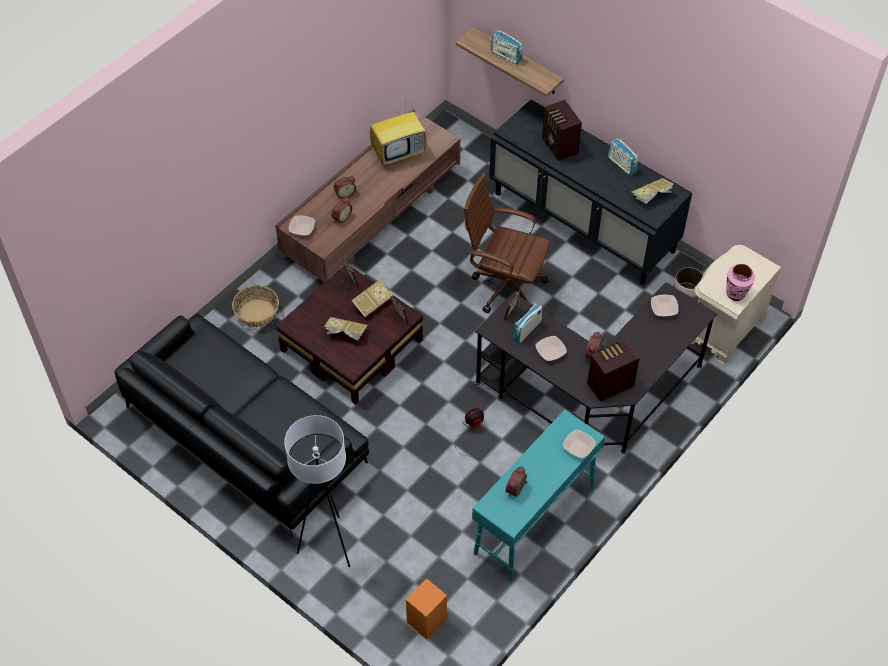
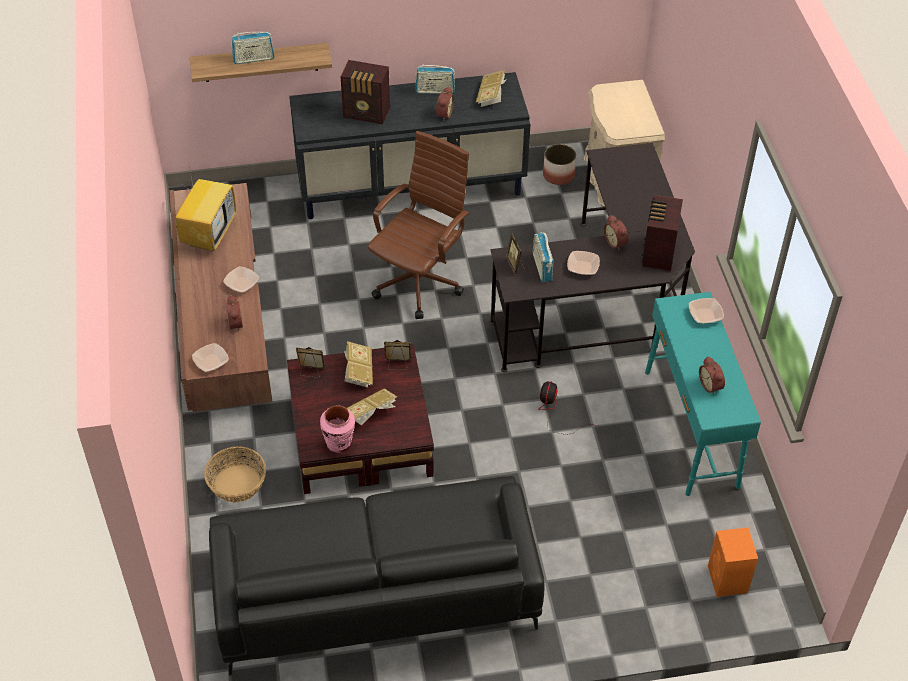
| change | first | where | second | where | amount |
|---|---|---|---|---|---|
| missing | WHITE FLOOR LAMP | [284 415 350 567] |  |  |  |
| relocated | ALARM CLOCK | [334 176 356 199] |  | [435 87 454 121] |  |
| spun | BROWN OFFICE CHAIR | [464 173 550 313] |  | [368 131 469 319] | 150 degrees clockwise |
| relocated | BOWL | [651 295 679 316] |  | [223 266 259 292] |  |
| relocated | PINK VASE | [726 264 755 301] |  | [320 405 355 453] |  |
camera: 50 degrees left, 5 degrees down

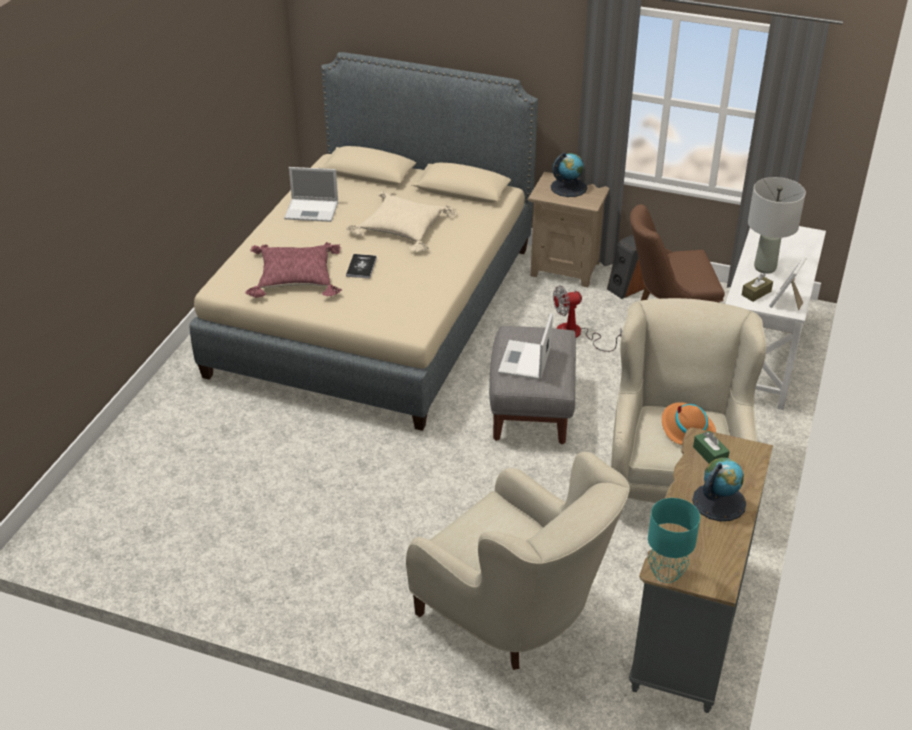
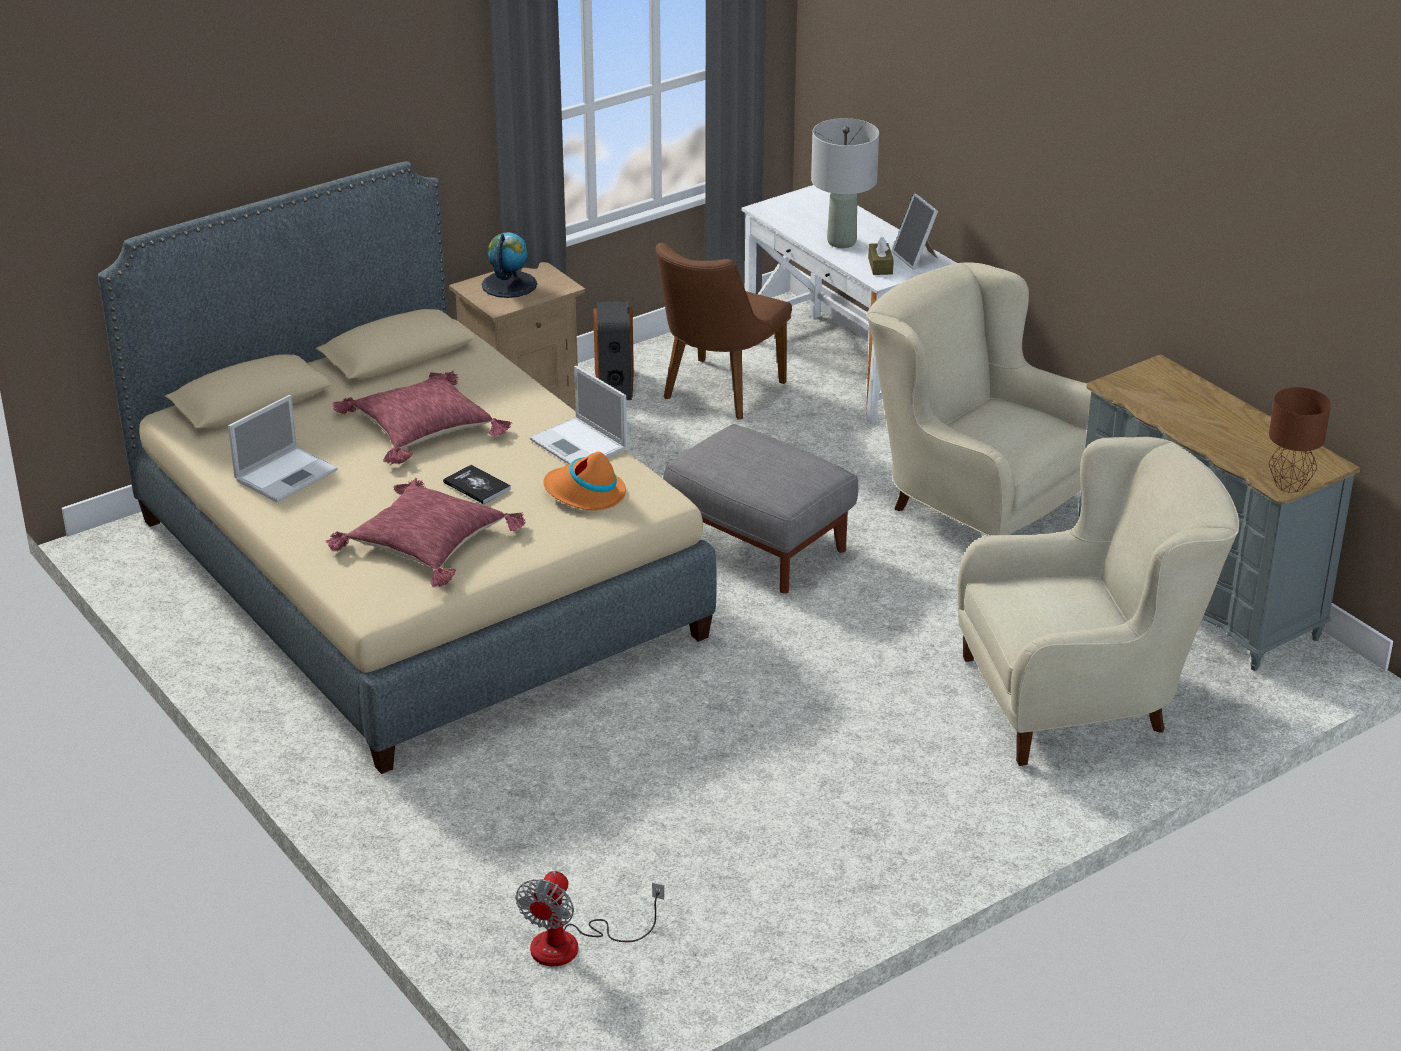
| change | first | where | second | where | amount |
|---|---|---|---|---|---|
| colour | BEIGE PILLOW | [346 191 457 252] | RED PILLOW | [333 371 512 464] |  |
| relocated | LAPTOP | [498 313 553 380] |  | [529 366 627 464] |  |
| relocated | FAN | [553 285 622 352] |  | [515 871 664 966] |  |
| colour | TURQUOISE TABLE LAMP | [648 498 700 583] | BROWN TABLE LAMP | [1269 387 1331 492] |  |
| relocated | ORANGE HAT | [662 402 716 445] |  | [543 452 626 510] |  |
| missing | GLOBE | [692 458 746 521] |  |  |  |
| missing | GREEN TISSUE BOX | [693 431 730 464] |  |  |  |
camera: 55 degrees left, 5 degrees down

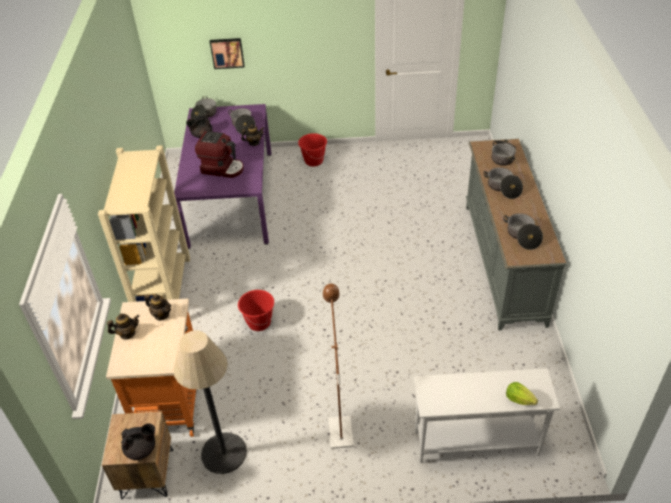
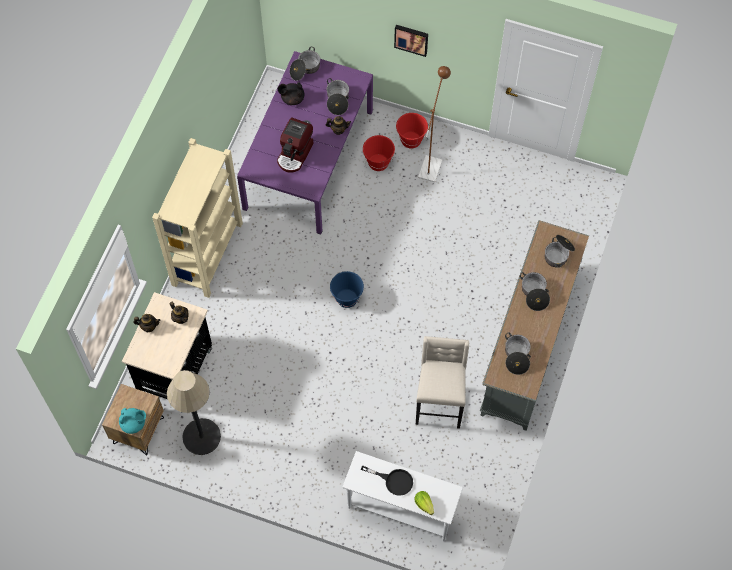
| change | first | where | second | where | amount |
|---|---|---|---|---|---|
| colour | ORANGE CART | [106 299 196 437] | BLACK CART | [122 292 213 413] |  |
| colour | BLACK TEAPOT | [121 423 155 460] | TURQUOISE TEAPOT | [119 408 146 434] |  |
| spun | COFFEE MACHINE | [195 131 244 178] |  | [277 117 313 173] | 75 degrees clockwise |
| relocated | PICTURE | [210 38 245 69] |  | [394 25 428 57] |  |
| relocated | RED BUCKET | [238 290 274 331] |  | [363 135 395 171] |  |
| relocated | BROWN FLOOR LAMP | [323 284 354 449] |  | [418 66 451 182] |  |
| appeared |  |  | BLUE BUCKET | [330 271 364 308] |  |
| appeared |  |  | BLACK FRYING PAN | [361 465 413 496] |  |
| appeared |  |  | BEIGE STOOL | [416 336 469 429] |  |
camera: 20 degrees right, 20 degrees up

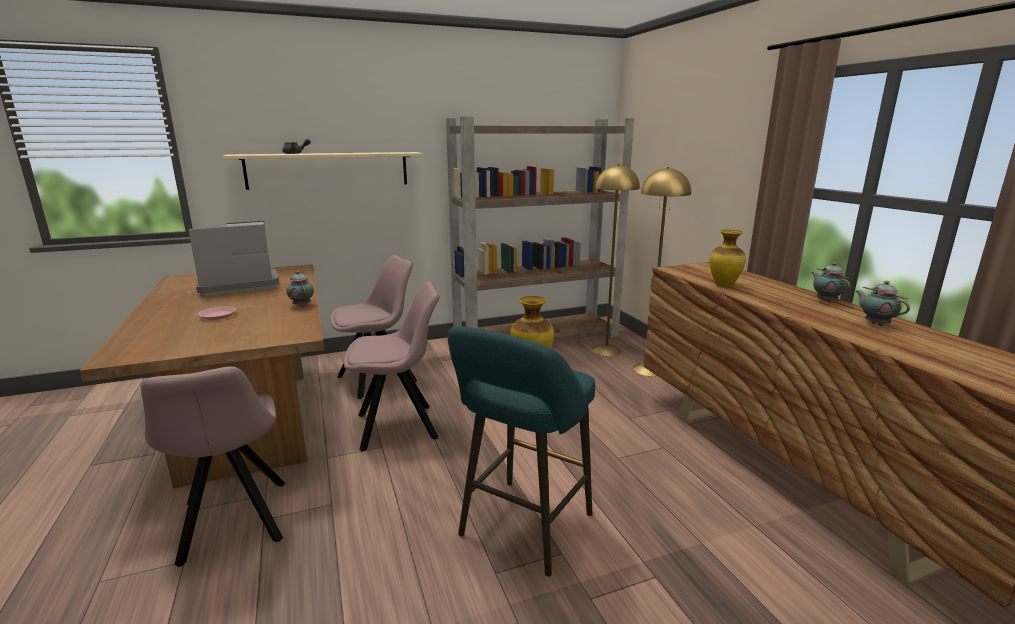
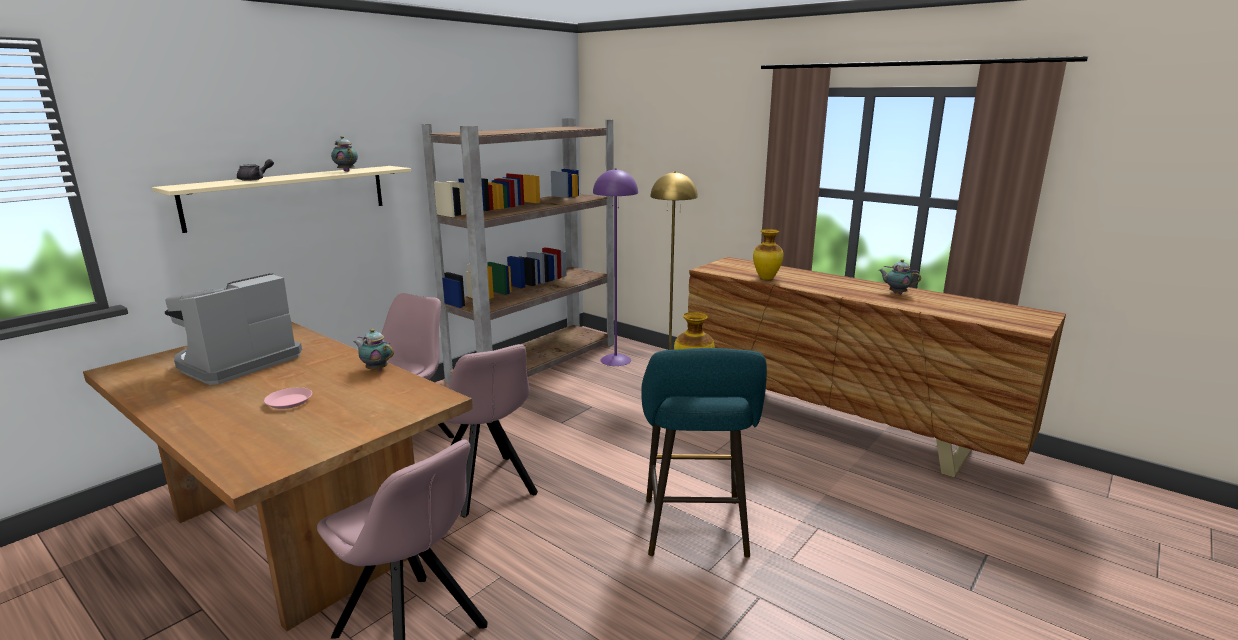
| change | first | where | second | where | amount |
|---|---|---|---|---|---|
| spun | PINK CHAIR | [344 282 440 451] |  | [445 344 538 517] | 105 degrees clockwise |
| colour | YELLOW FLOOR LAMP | [592 164 640 356] | PURPLE FLOOR LAMP | [593 168 638 366] |  |
| relocated | TEAPOT | [811 262 850 303] |  | [331 136 358 172] |  |
camera: 30 degrees left, 0 degrees up

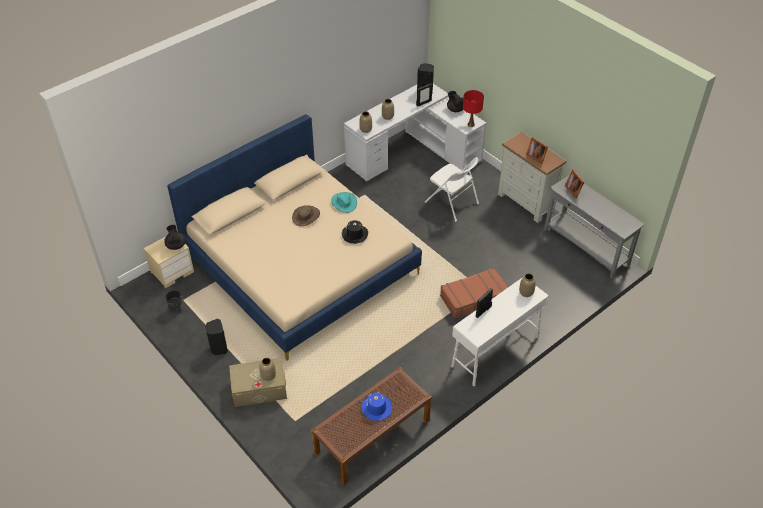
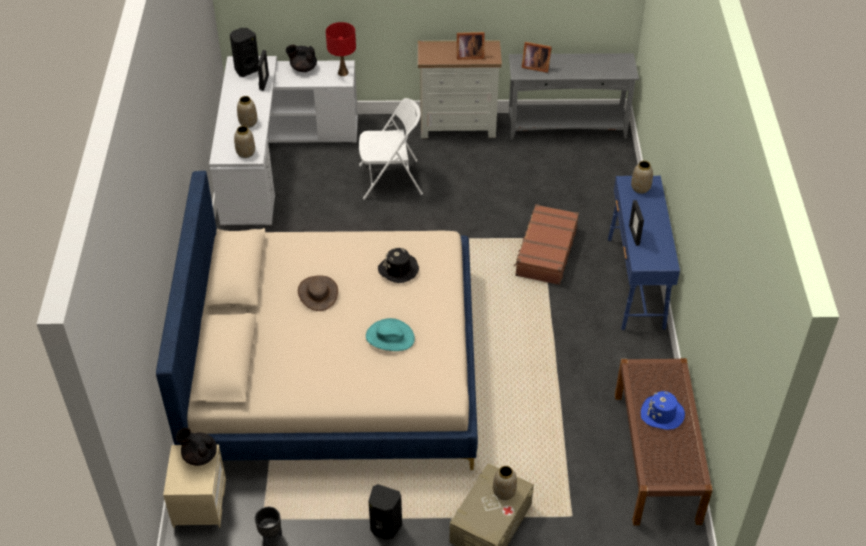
| change | first | where | second | where | amount |
|---|---|---|---|---|---|
| relocated | TURQUOISE HAT | [331 192 357 213] |  | [366 318 415 351] |  |
| colour | WHITE CONSOLE TABLE | [451 277 549 386] | BLUE CONSOLE TABLE | [608 176 680 330] |  |
camera: 50 degrees left, 0 degrees up

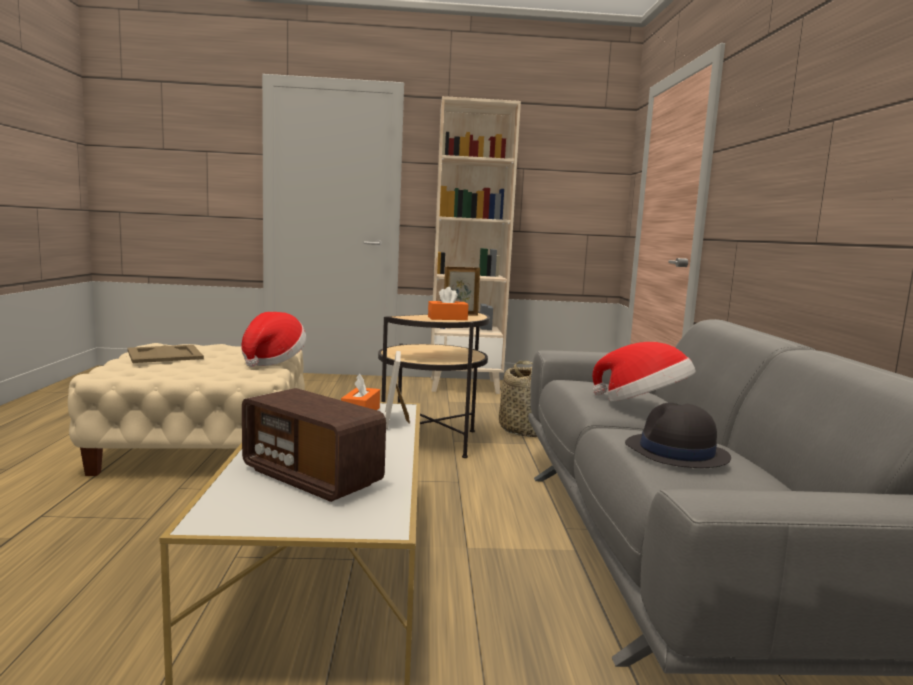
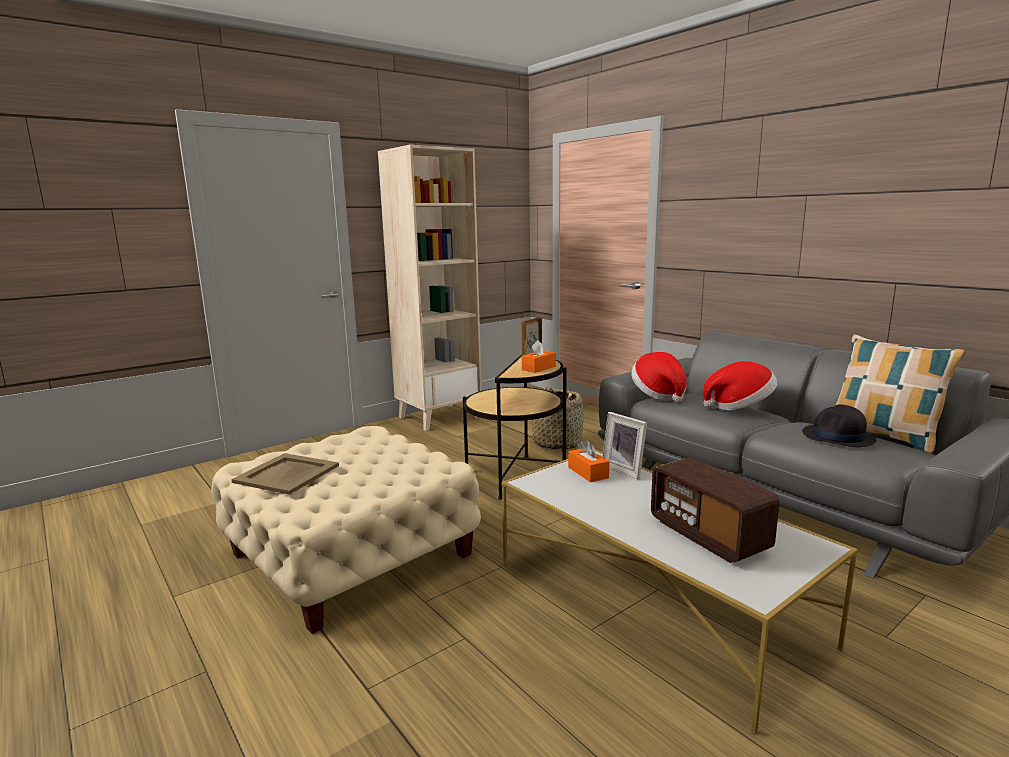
| change | first | where | second | where | amount |
|---|---|---|---|---|---|
| relocated | HAT | [241 312 306 367] |  | [631 352 687 403] |  |
| spun | RADIO | [242 388 386 502] |  | [651 457 779 563] | 60 degrees clockwise |
| appeared |  |  | PILLOW | [836 335 965 453] |  |
camera: 35 degrees left, 5 degrees up

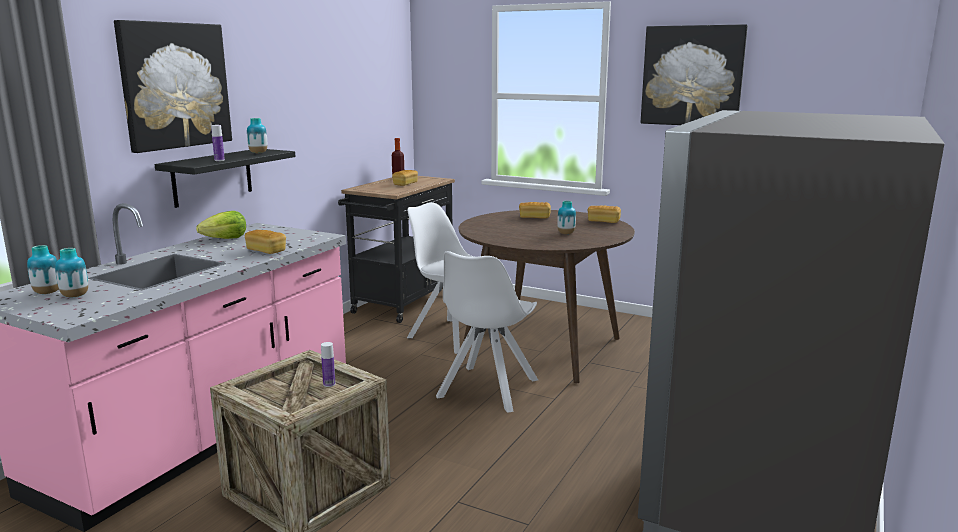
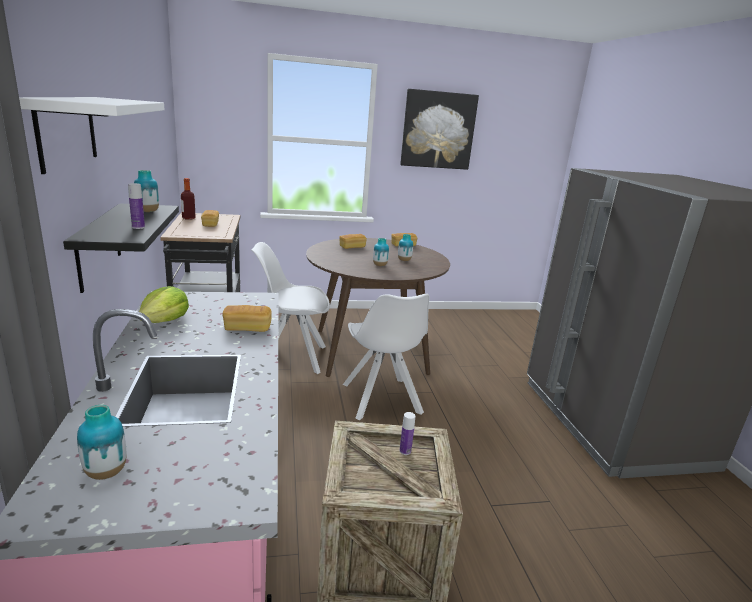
| change | first | where | second | where | amount |
|---|---|---|---|---|---|
| relocated | VASE | [55 248 88 297] |  | [373 238 389 266] |  |
| exchanged | PICTURE | [114 20 232 153] | WHITE SHELF | [19 97 165 174] |  |
camera: 40 degrees left, 5 degrees up

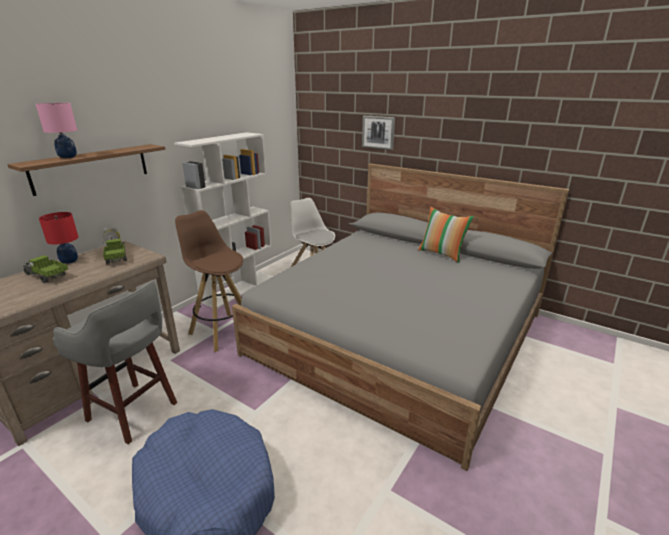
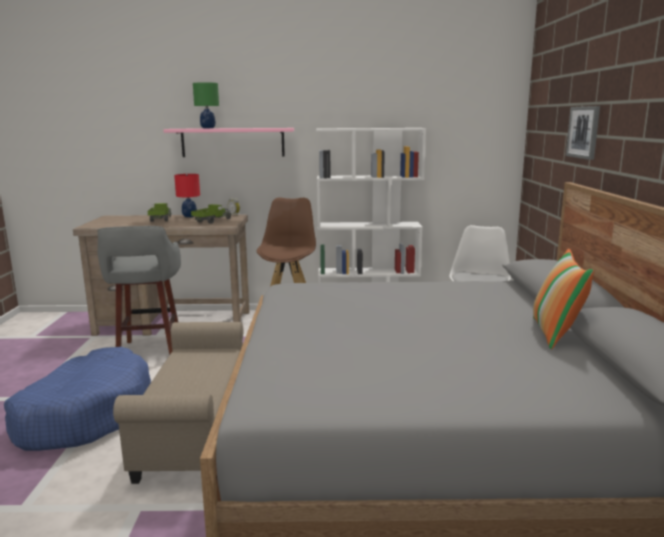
| change | first | where | second | where | amount |
|---|---|---|---|---|---|
| colour | BROWN SHELF | [7 144 166 196] | PINK SHELF | [163 128 294 157] |  |
| colour | PINK TABLE LAMP | [36 103 77 158] | GREEN TABLE LAMP | [193 82 219 128] |  |
| appeared |  |  | BEIGE OTTOMAN | [113 322 243 484] |  |
camera: 55 degrees right, 10 degrees down

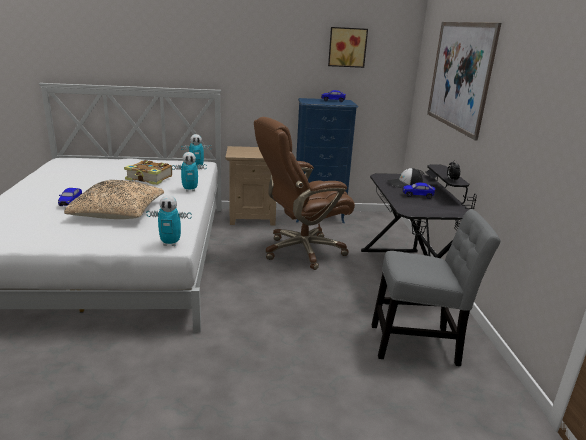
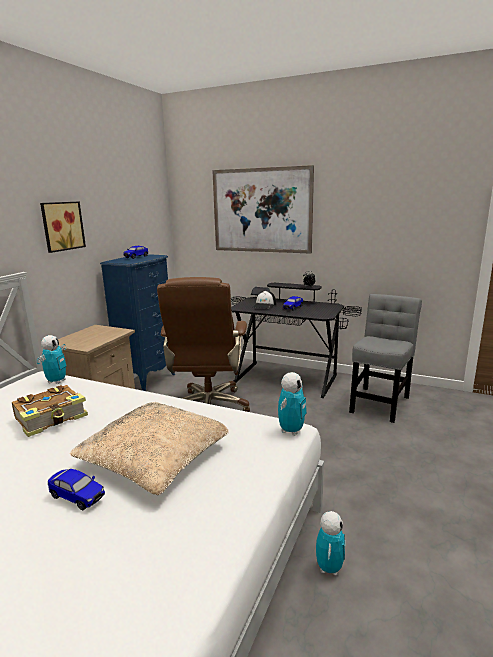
| change | first | where | second | where | amount |
|---|---|---|---|---|---|
| relocated | TOY ROBOT | [172 152 207 192] |  | [316 511 345 575] |  |
| relocated | PICTURE | [328 27 368 68] |  | [40 202 86 253] |  |
camera: 60 degrees left, 5 degrees down

